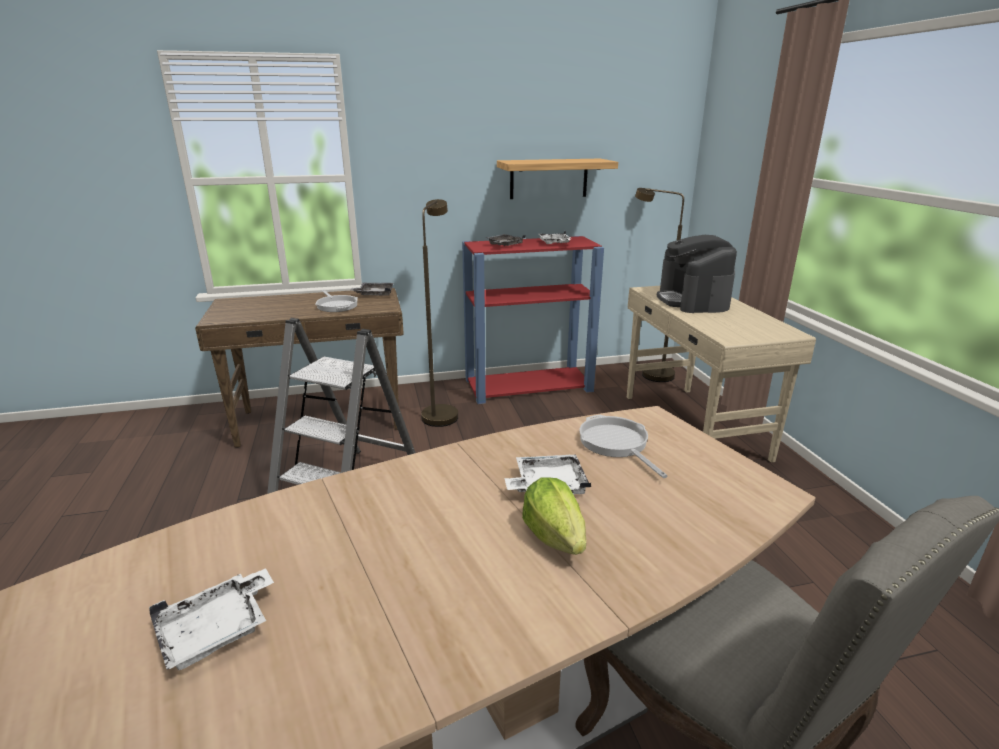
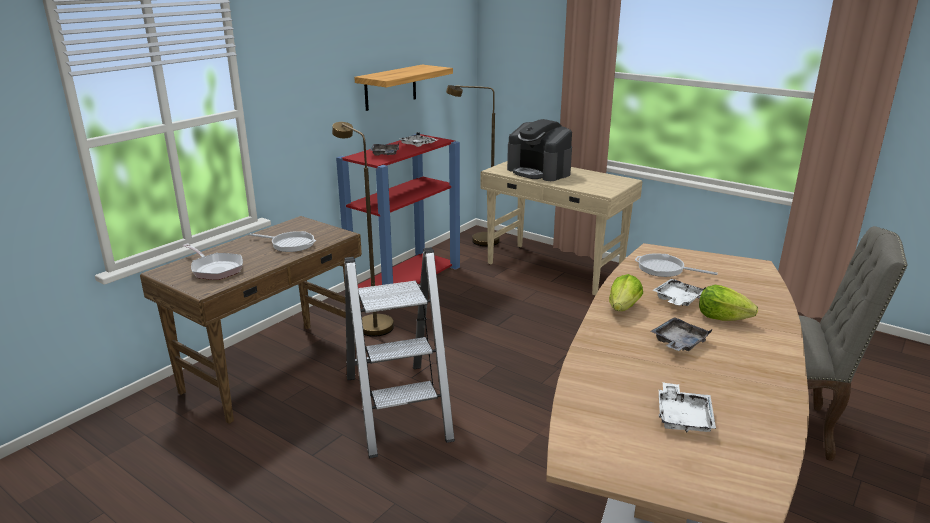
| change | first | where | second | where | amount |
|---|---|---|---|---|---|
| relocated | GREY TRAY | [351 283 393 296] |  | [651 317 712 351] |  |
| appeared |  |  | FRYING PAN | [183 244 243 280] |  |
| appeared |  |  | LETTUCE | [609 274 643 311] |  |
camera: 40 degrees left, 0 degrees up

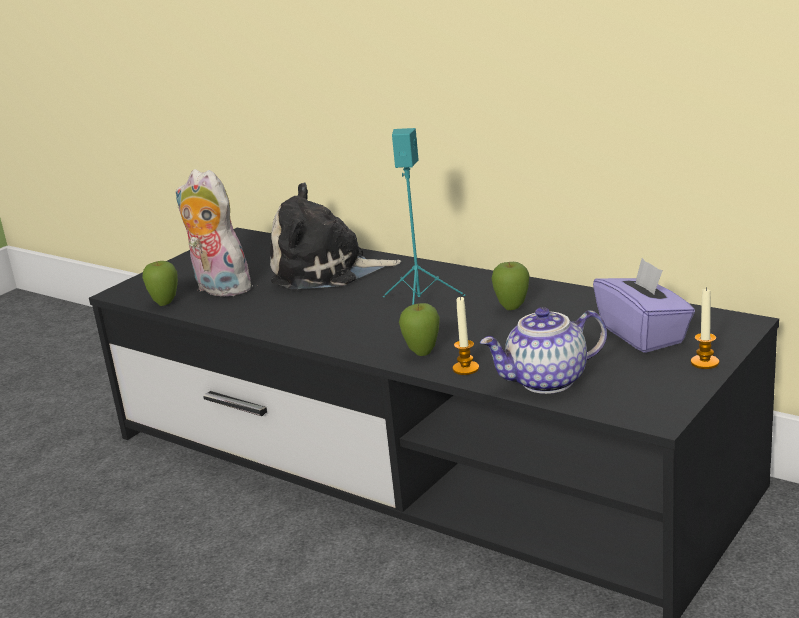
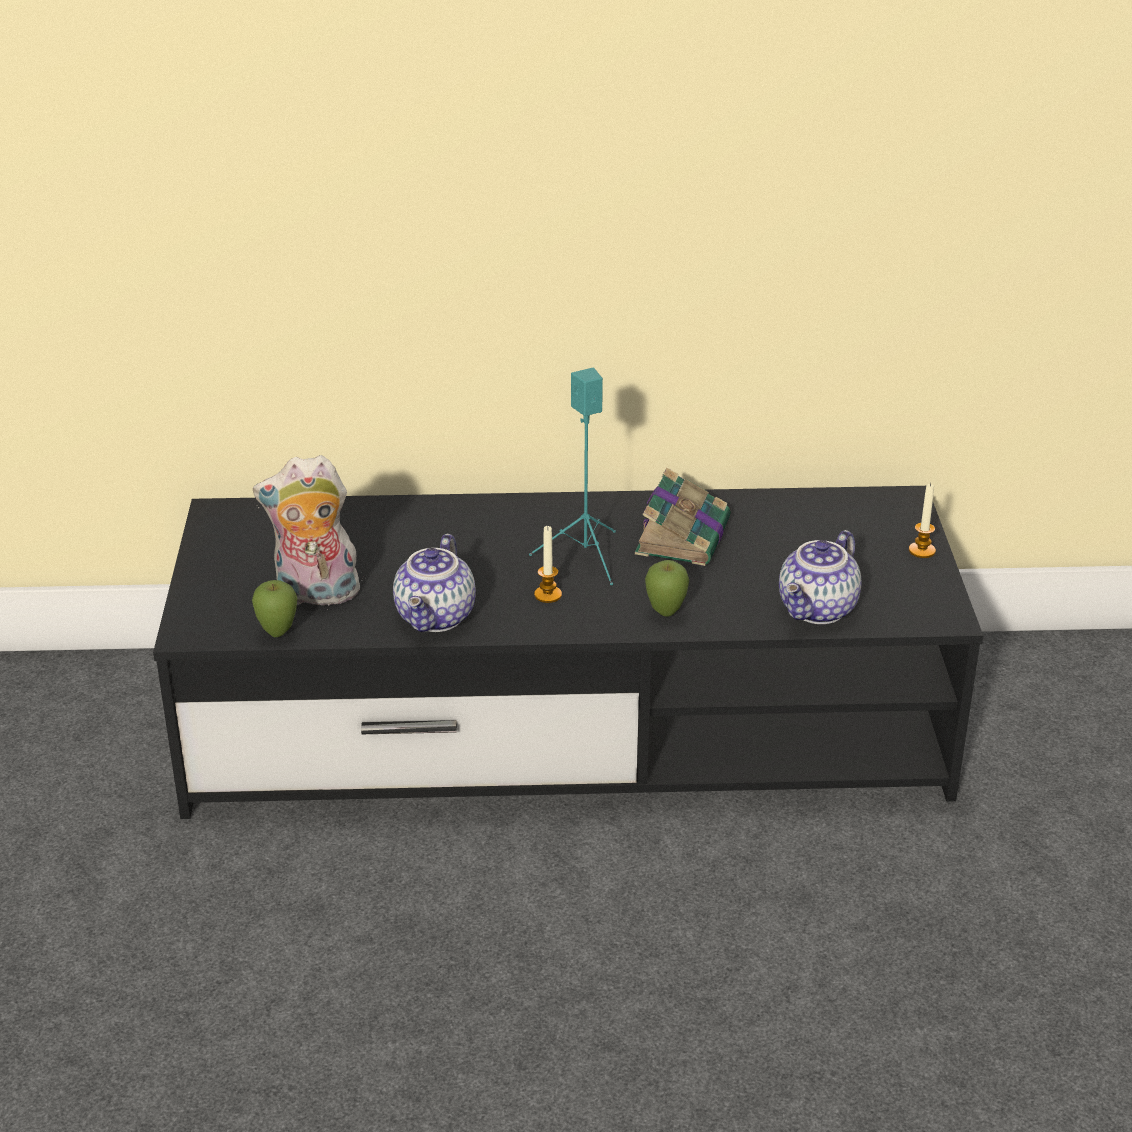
| change | first | where | second | where | amount |
|---|---|---|---|---|---|
| missing | PLUSH TOY | [270 182 401 289] |  |  |  |
| relocated | CANDLE | [453 297 479 375] |  | [534 526 562 603] |  |
| exchanged | APPLE | [491 262 529 310] | BOOK | [635 468 731 566] |  |
| missing | PURPLE TISSUE BOX | [593 258 695 353] |  |  |  |
| appeared |  |  | TEAPOT | [393 534 476 632] |  |
camera: 40 degrees left, 10 degrees up

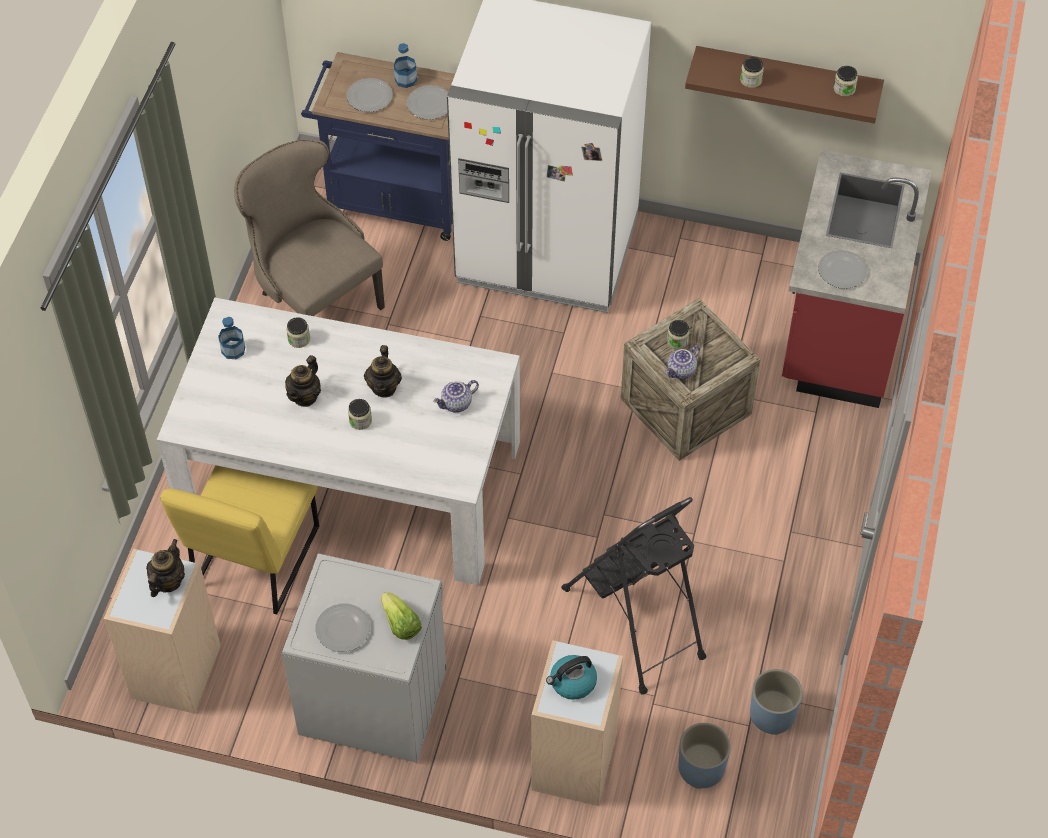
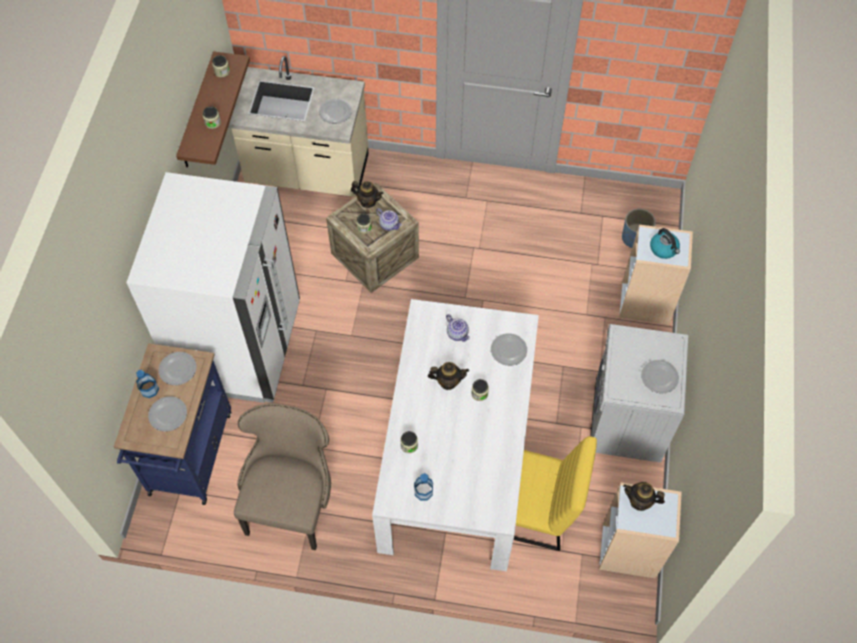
| change | first | where | second | where | amount |
|---|---|---|---|---|---|
| spun | BEIGE CHAIR | [234 139 385 316] |  | [234 403 331 550] | 150 degrees clockwise |
| relocated | TEAPOT | [285 355 321 407] |  | [351 181 383 208] |  |
| missing | LETTUCE | [381 592 422 640] |  |  |  |
| missing | STEP LADDER | [561 497 707 695] |  |  |  |
| missing | BLUE PLANTER | [750 669 803 735] |  |  |  |
| colour | RED COUNTER | [782 150 932 408] | BEIGE COUNTER | [228 56 369 197] |  |
| appeared |  |  | PLATE | [491 333 527 366] |  |
camera: 95 degrees left, 5 degrees up

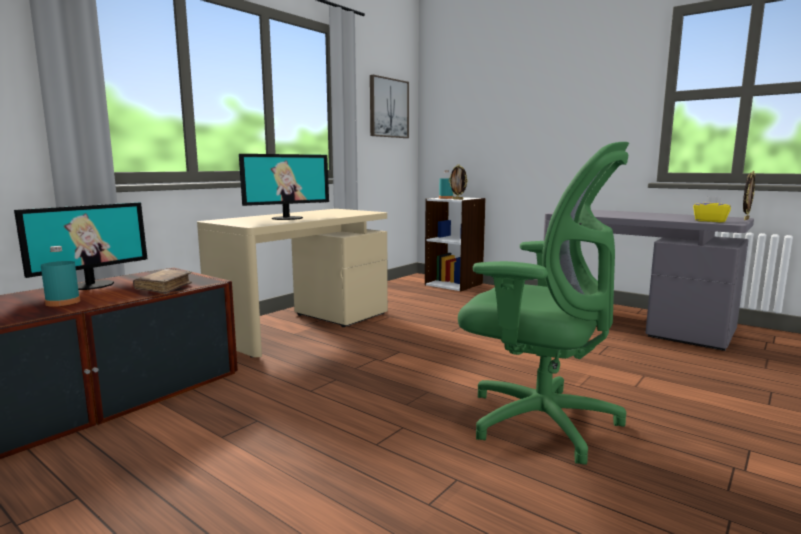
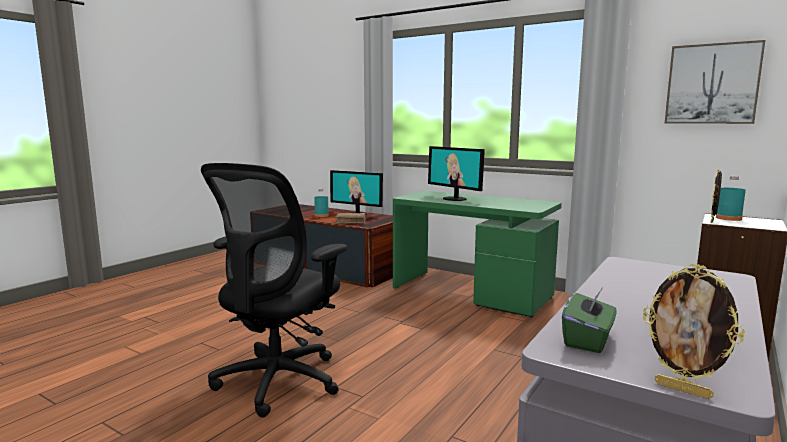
| change | first | where | second | where | amount |
|---|---|---|---|---|---|
| colour | BEIGE DESK | [197 209 388 358] | GREEN DESK | [393 191 562 318] |  |
| colour | GREEN OFFICE CHAIR | [458 142 629 465] | BLACK OFFICE CHAIR | [201 163 347 418] |  |
| colour | YELLOW TISSUE BOX | [693 196 731 222] | GREEN TISSUE BOX | [562 289 617 353] |  |
camera: 85 degrees right, 0 degrees up

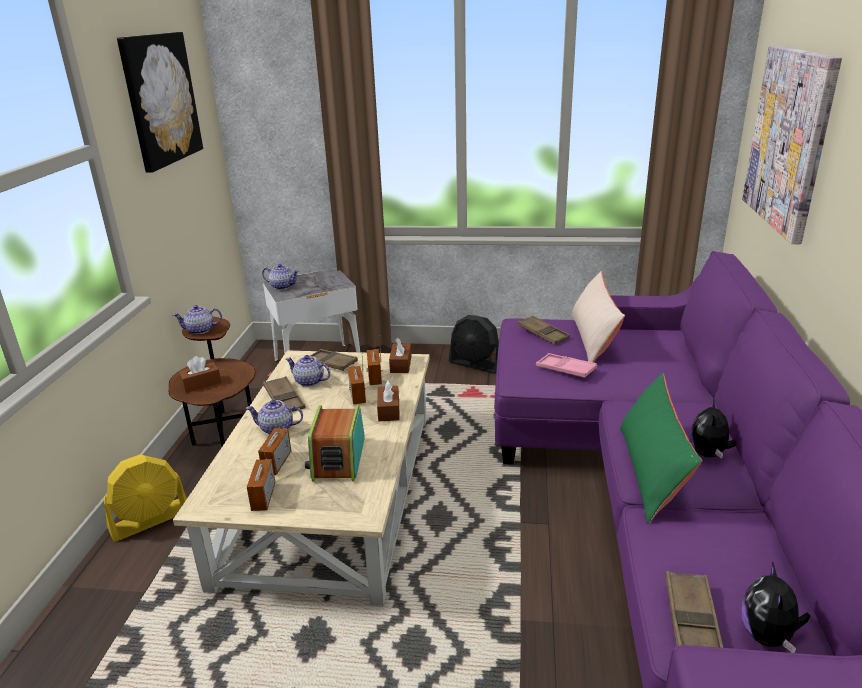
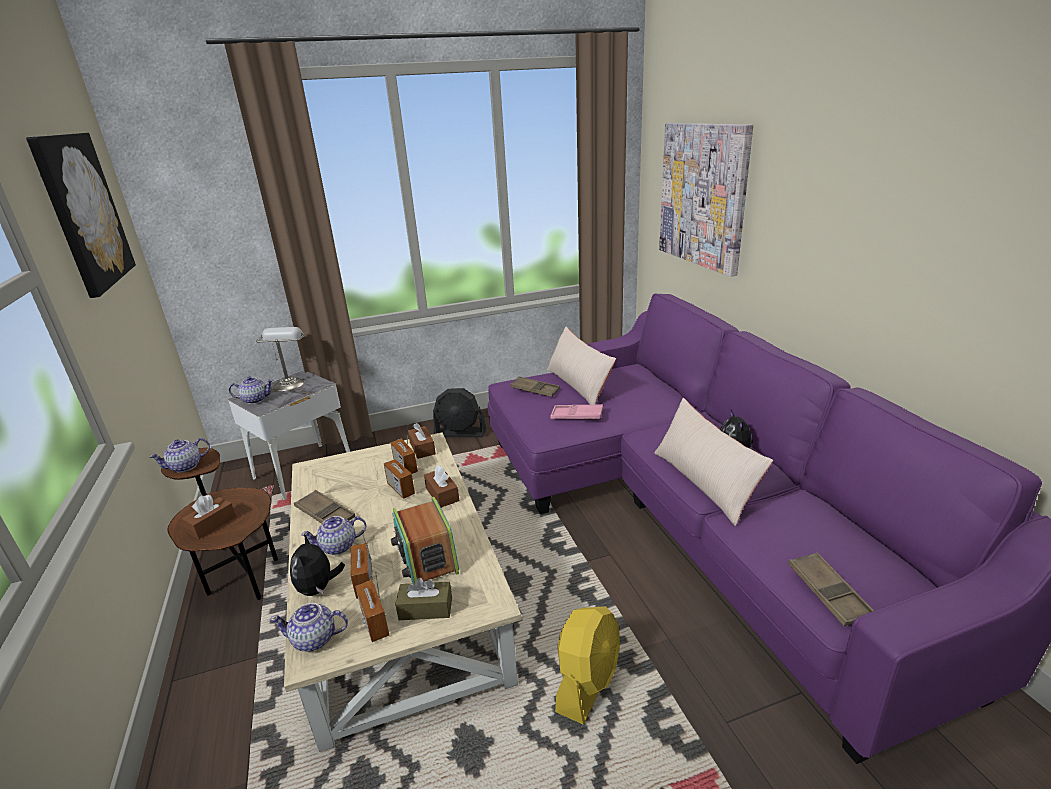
| change | first | where | second | where | amount |
|---|---|---|---|---|---|
| relocated | YELLOW FAN | [104 454 187 541] |  | [555 606 620 725] |  |
| relocated | TEAPOT | [286 355 331 387] |  | [270 603 348 652] |  |
| missing | BROWN TRAY | [310 349 358 371] |  |  |  |
| colour | GREEN PILLOW | [620 373 702 524] | BEIGE PILLOW | [654 398 773 526] |  |
| relocated | PLUSH TOY | [742 561 811 653] |  | [290 534 345 596] |  |
| appeared |  |  | WHITE TABLE LAMP | [256 327 305 391] |  |
| appeared |  |  | BROWN TISSUE BOX | [395 578 452 620] |  |
camera: 25 degrees left, 0 degrees up

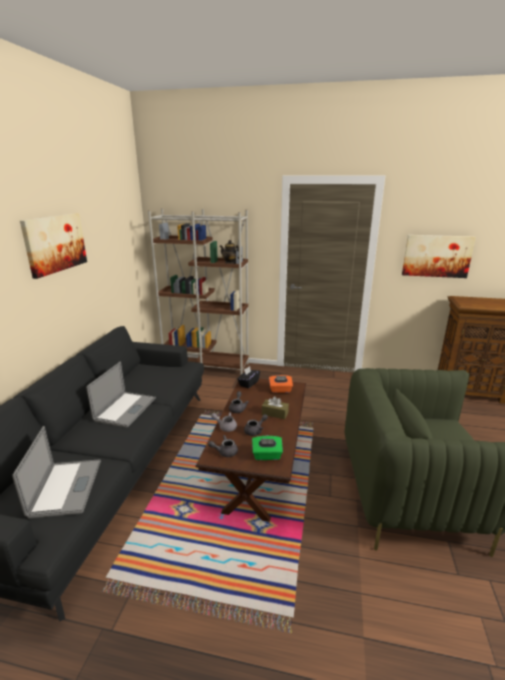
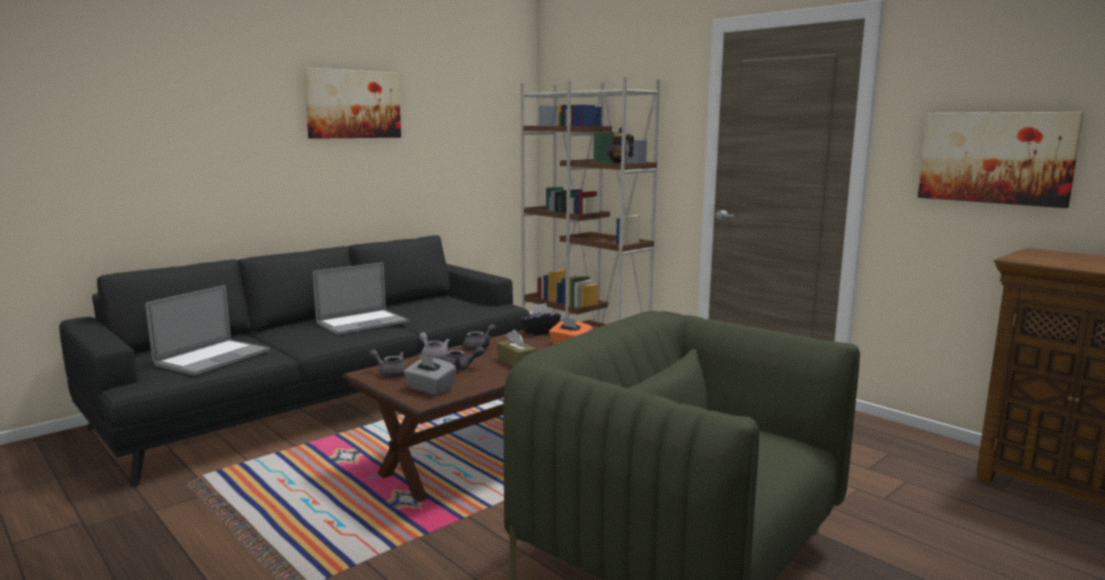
| change | first | where | second | where | amount |
|---|---|---|---|---|---|
| colour | GREEN TISSUE BOX | [252 436 283 460] | GREY TISSUE BOX | [404 354 456 395] |  |
camera: 35 degrees right, 10 degrees down

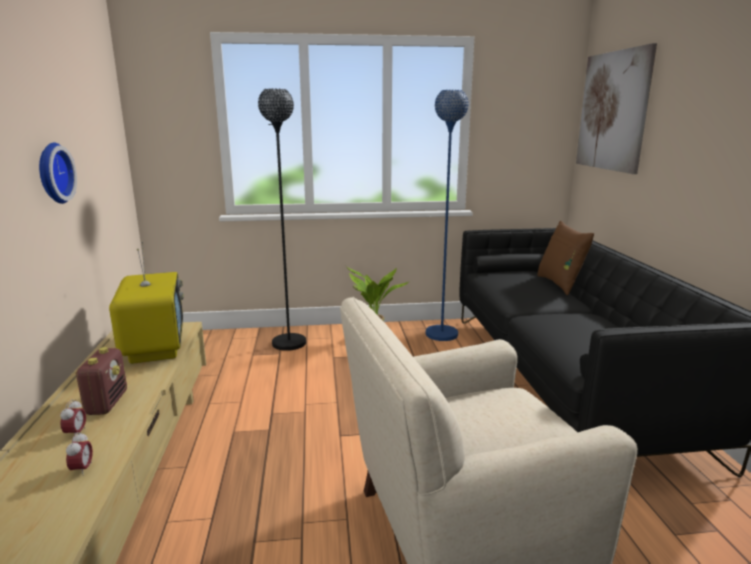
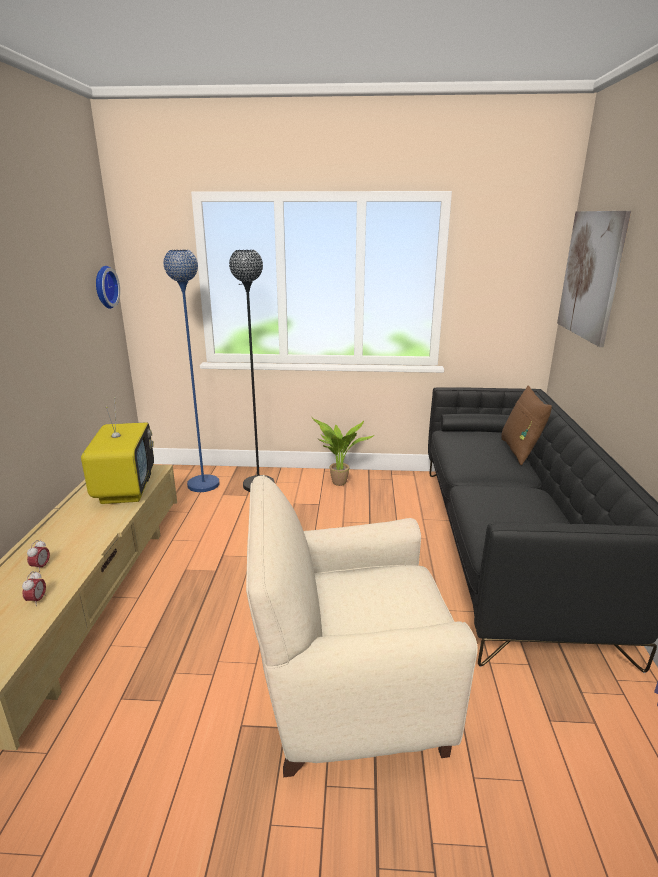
| change | first | where | second | where | amount |
|---|---|---|---|---|---|
| relocated | WALL CLOCK | [39 143 77 204] |  | [96 266 120 309] |  |
| missing | RADIO | [75 347 127 415] |  |  |  |
| relocated | BLUE FLOOR LAMP | [426 90 468 341] |  | [163 250 219 492] |  |
camera: 10 degrees right, 5 degrees up

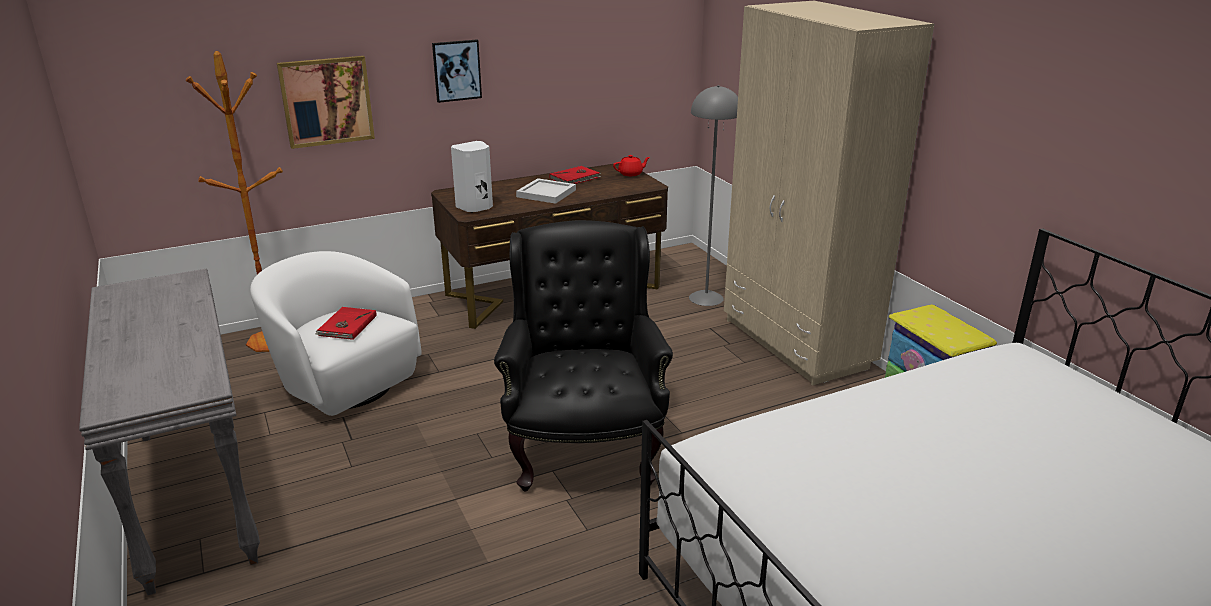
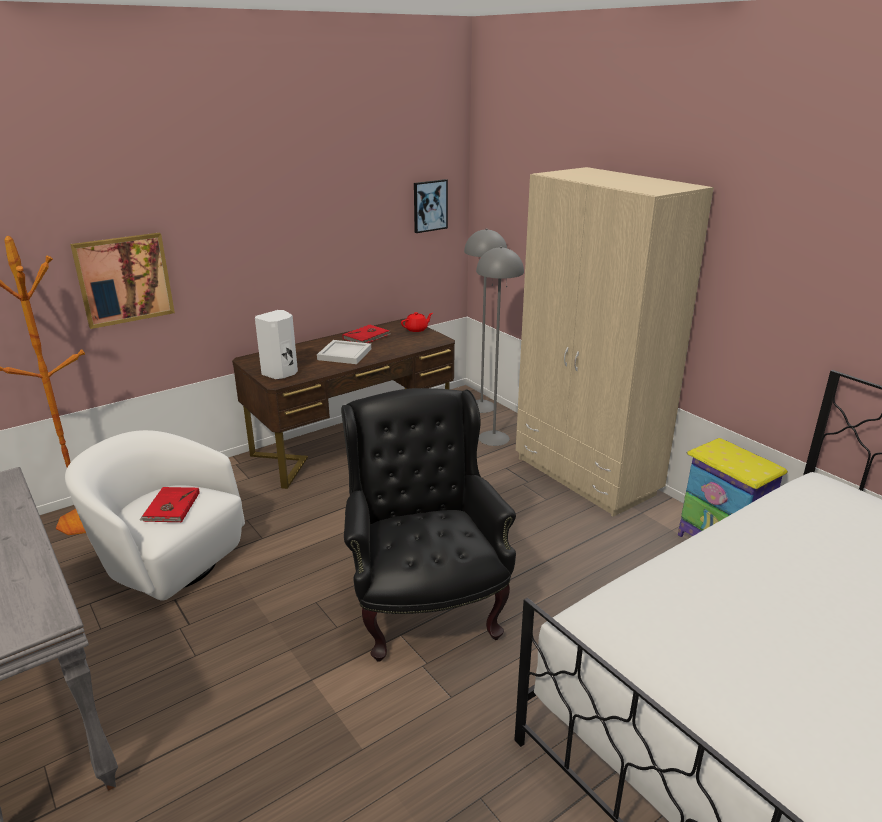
| change | first | where | second | where | amount |
|---|---|---|---|---|---|
| relocated | PICTURE | [432 40 482 103] |  | [414 179 448 233] |  |
| appeared |  |  | GREY FLOOR LAMP | [464 229 507 413] |  |
camera: 10 degrees left, 0 degrees up

